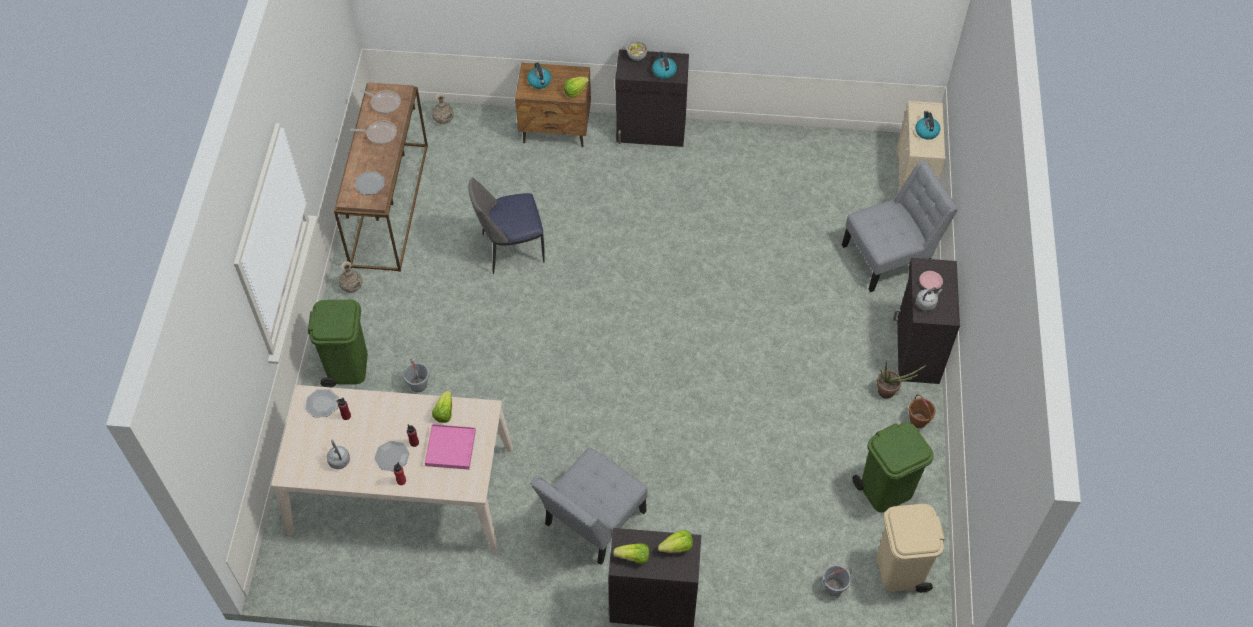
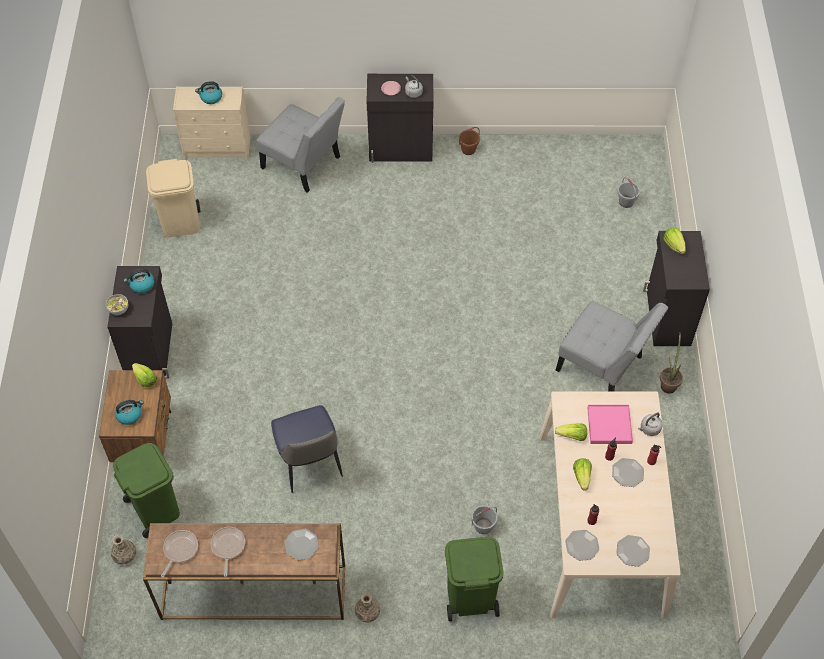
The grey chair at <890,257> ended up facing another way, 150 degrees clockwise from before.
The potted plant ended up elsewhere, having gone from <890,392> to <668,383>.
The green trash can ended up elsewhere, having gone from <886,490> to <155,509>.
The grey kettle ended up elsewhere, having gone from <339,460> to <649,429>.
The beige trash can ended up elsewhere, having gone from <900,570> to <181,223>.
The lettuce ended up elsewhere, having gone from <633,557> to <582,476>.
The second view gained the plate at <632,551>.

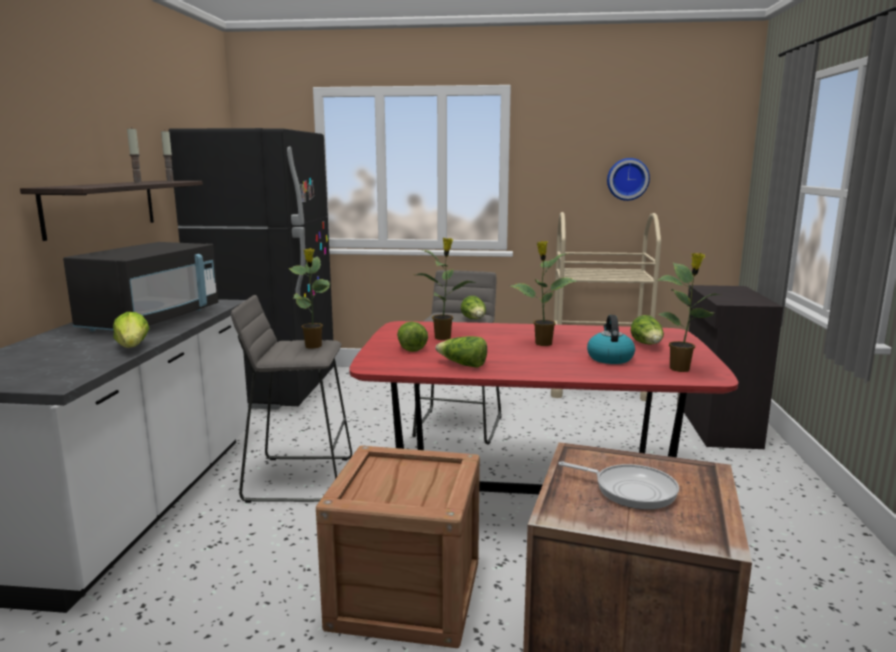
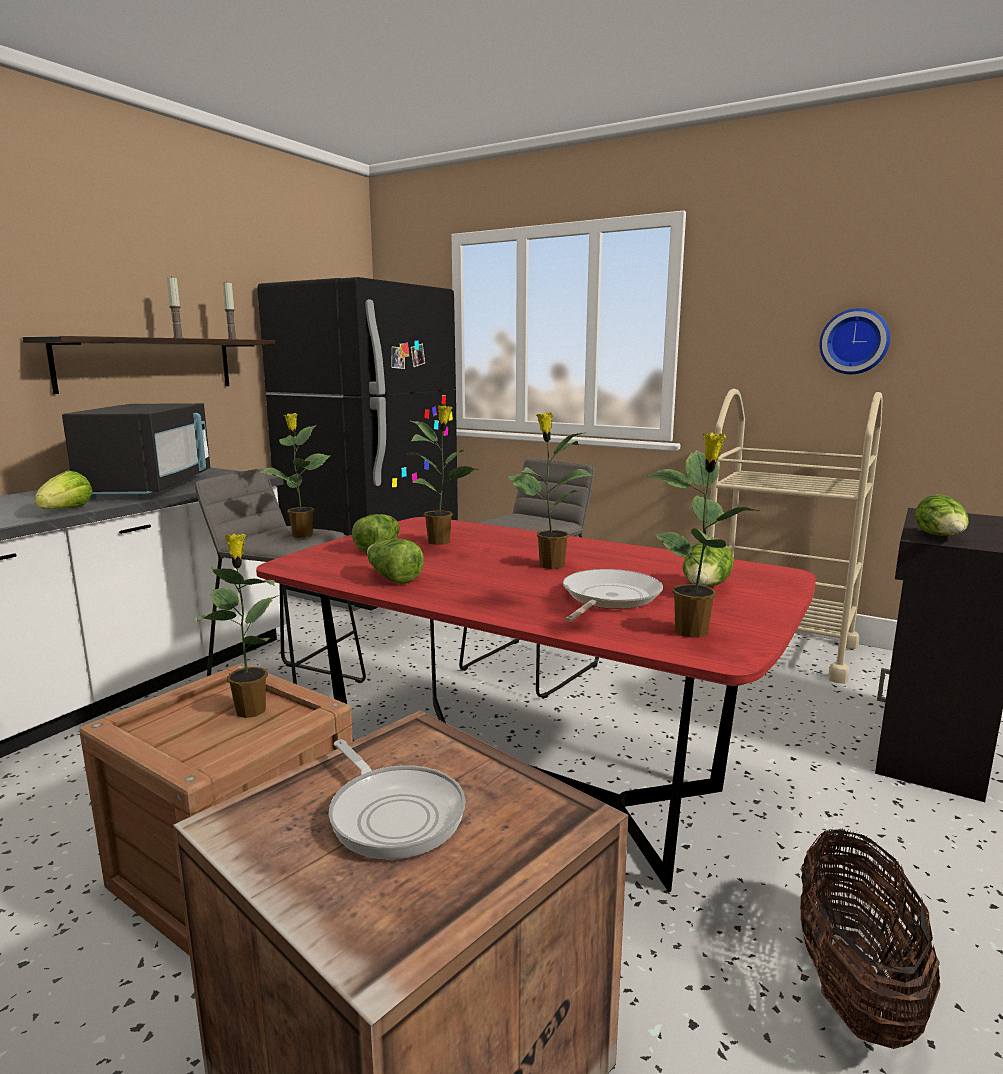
The black microwave at <152,320> ended up facing another way, 45 degrees counterclockwise from before.
The lettuce ended up elsewhere, having gone from <474,320> to <941,537>.
Where the kettle stood at <609,358>, the frying pan came to stand at <608,598>.
The second view gained the potted plant at <250,709>.
The second view gained the basket at <853,985>.

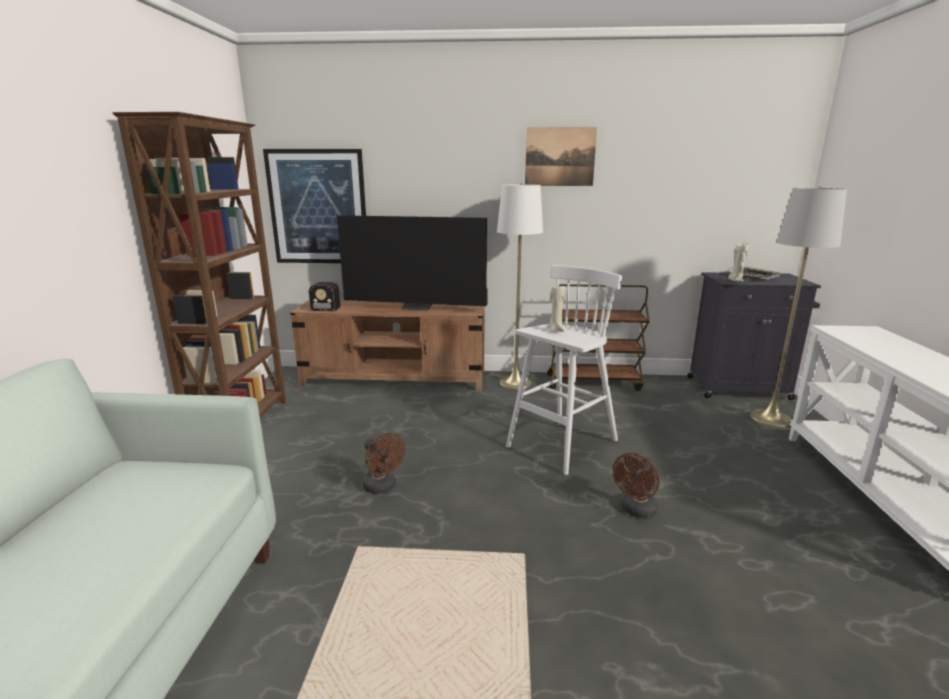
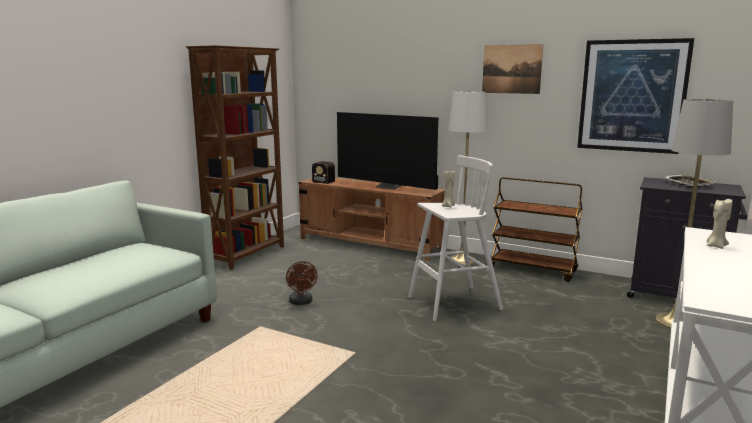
The picture ended up elsewhere, having gone from <318,207> to <632,96>.
The beige candle ended up elsewhere, having gone from <736,280> to <716,246>.
The second view lost the brown fan at <636,511>.

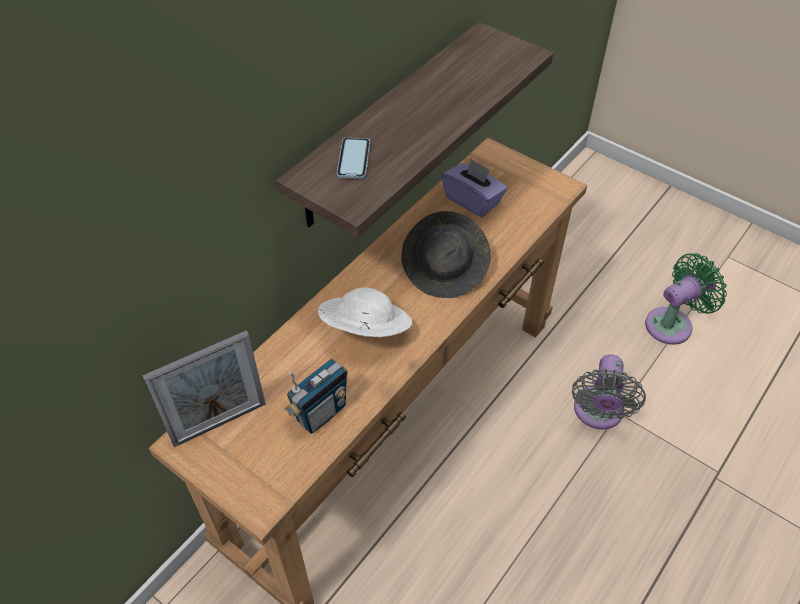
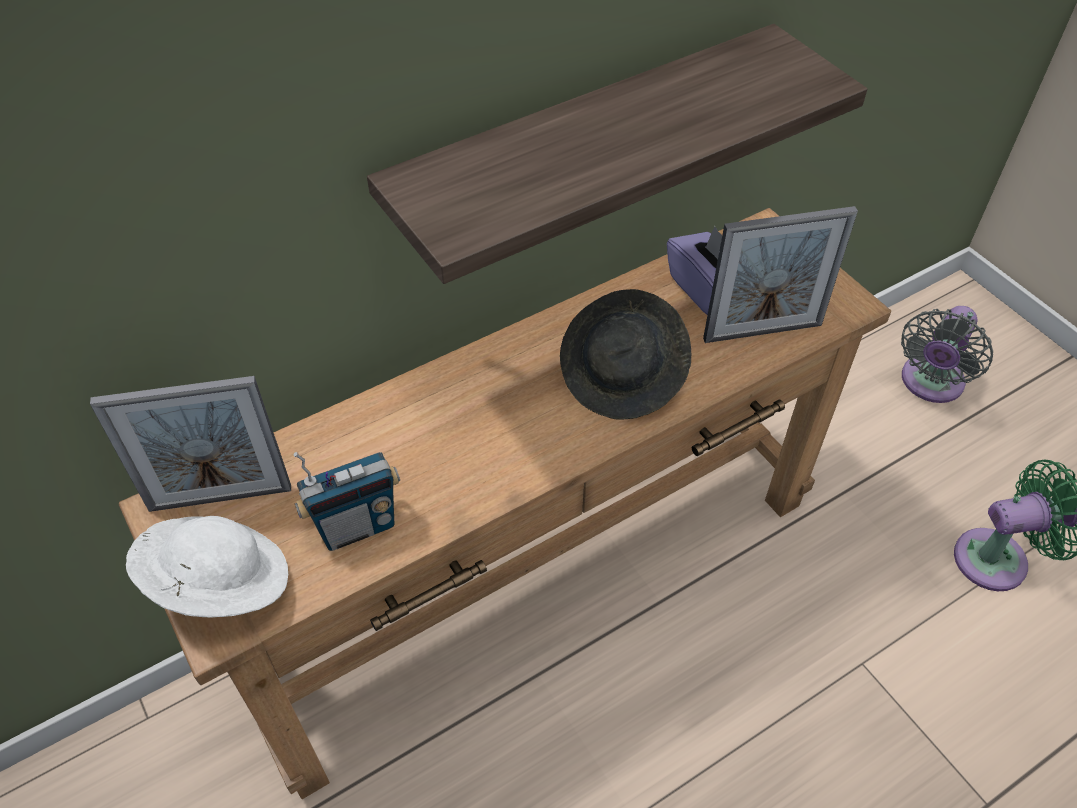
The second view lost the phone at <353,159>.
The white hat ended up elsewhere, having gone from <364,330> to <217,583>.
The grey fan ended up elsewhere, having gone from <597,413> to <929,384>.
The second view gained the picture frame at <762,332>.

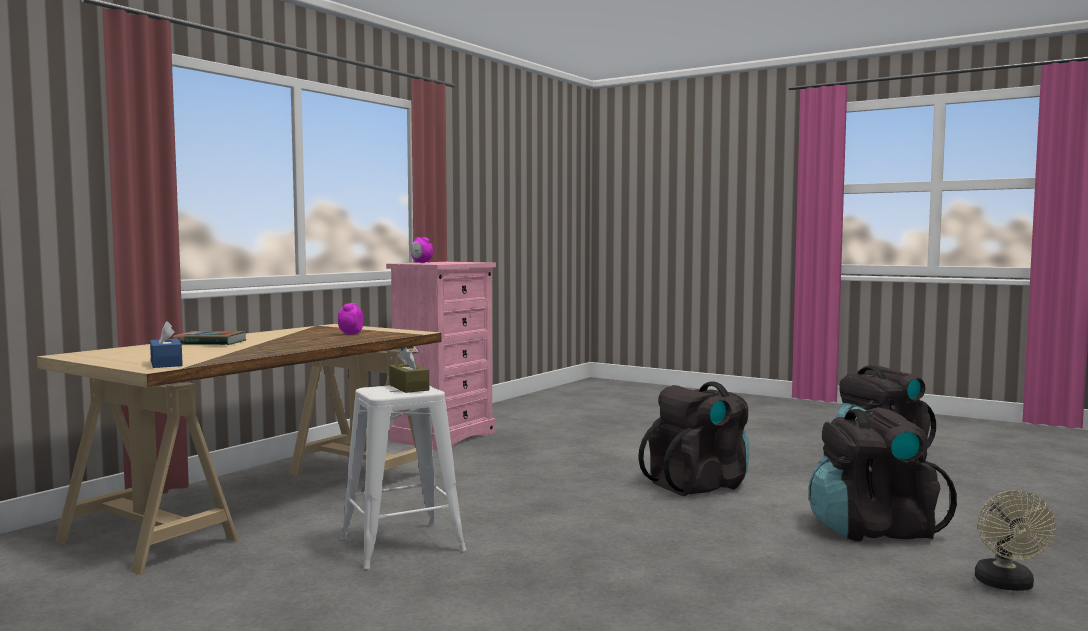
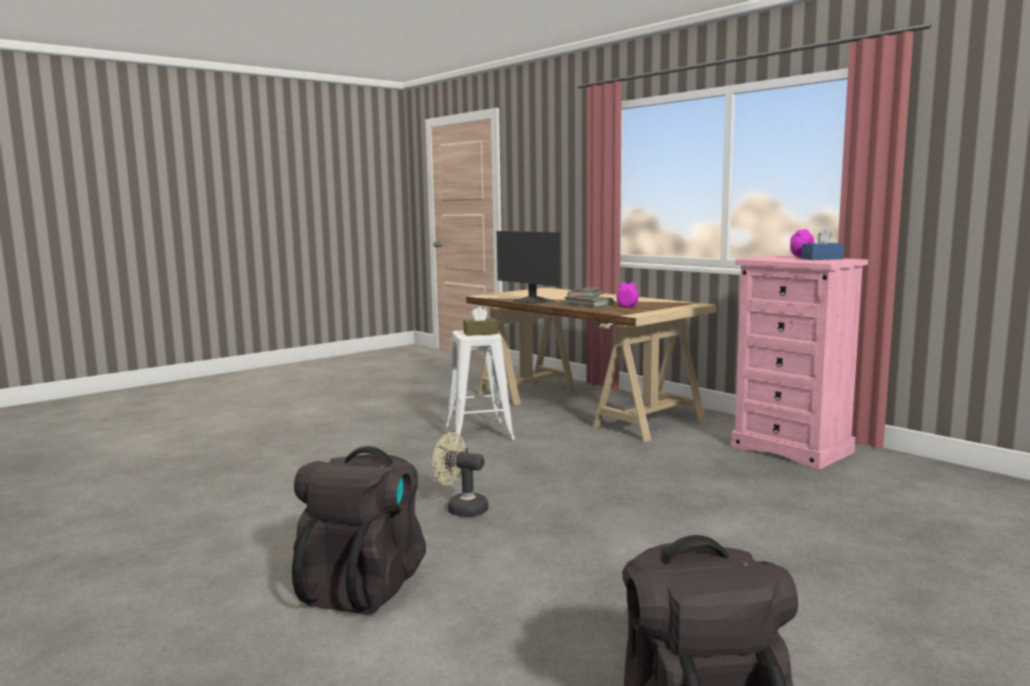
The blue tissue box ended up elsewhere, having gone from <166,363> to <822,259>.
The second view lost the black backpack at <699,485>.
The beige fan ended up elsewhere, having gone from <1007,585> to <461,509>.
The second view gained the monitor at <532,301>.
The second view gained the book at <588,304>.

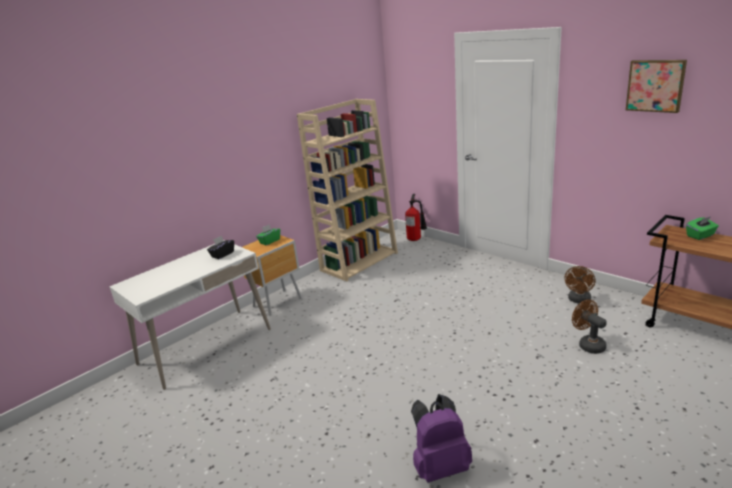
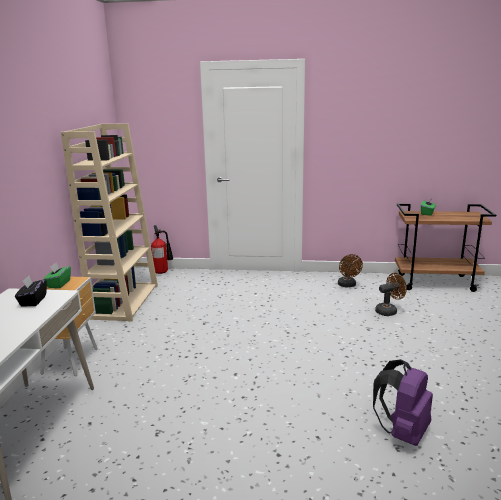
The second view lost the picture at <655,85>.
The brown fan at <588,344> ended up facing another way, 135 degrees clockwise from before.

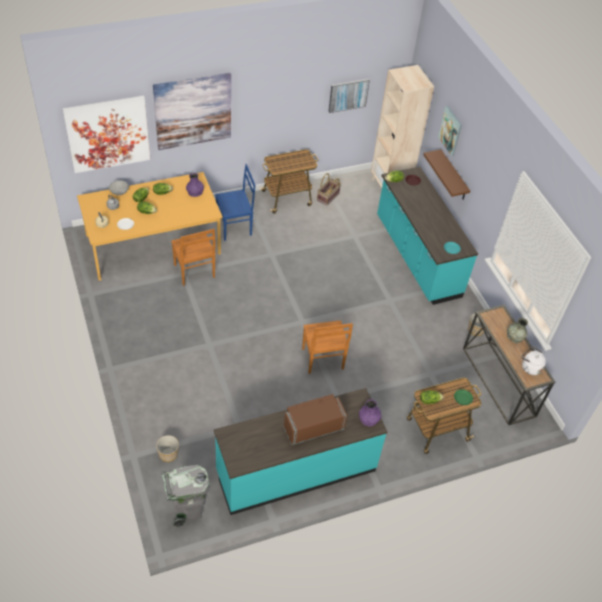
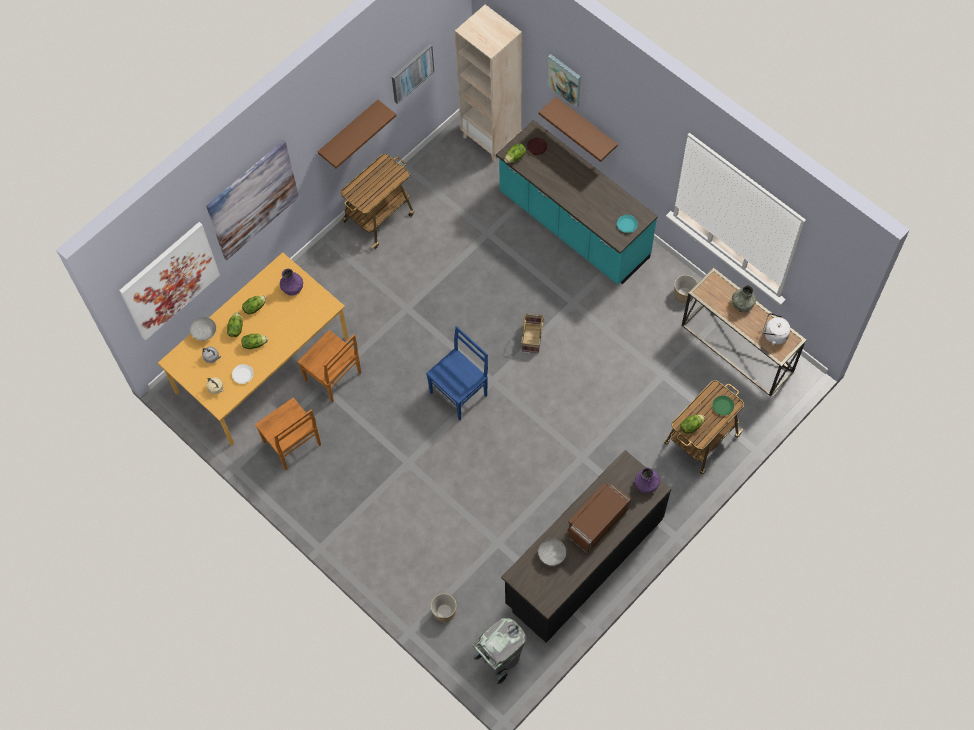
The blue chair ended up elsewhere, having gone from <235,227> to <460,393>.
The basket ended up elsewhere, having gone from <328,197> to <532,338>.
The brown chair ended up elsewhere, having gone from <322,360> to <293,445>.
What was the turquoise counter at <296,470> turned into the black counter at <583,561>.
The second view gained the brown shelf at <349,131>.
The second view gained the grey bowl at <552,555>.

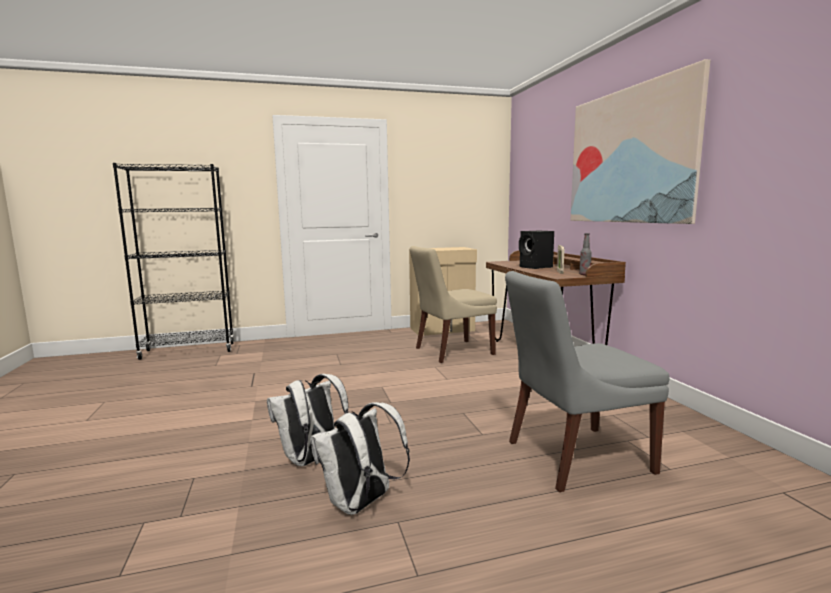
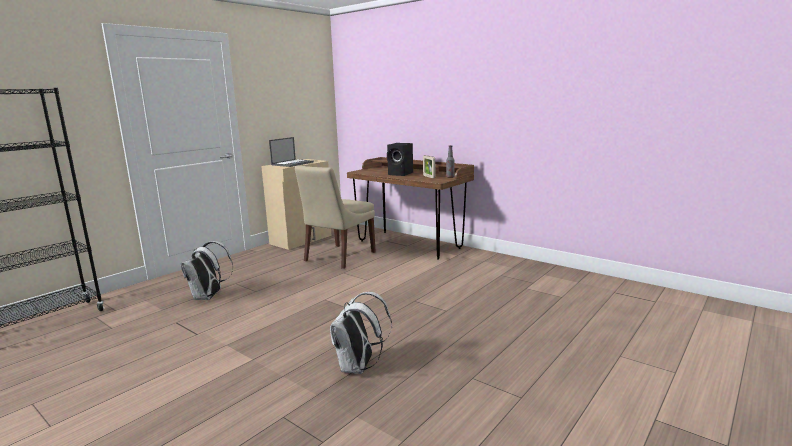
The second view lost the picture at <629,156>.
The second view lost the grey chair at <574,457>.
The white backpack ended up elsewhere, having gone from <361,504> to <209,297>.
The second view gained the laptop at <293,163>.

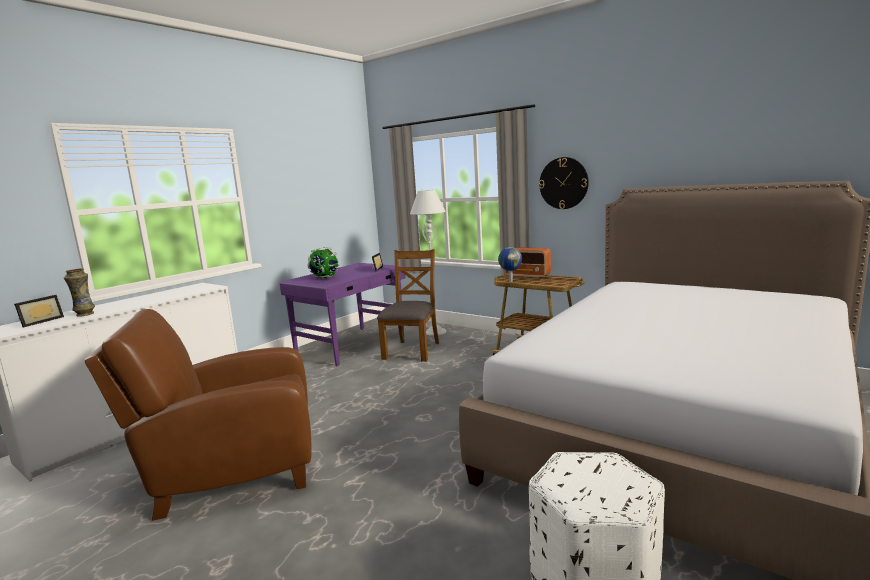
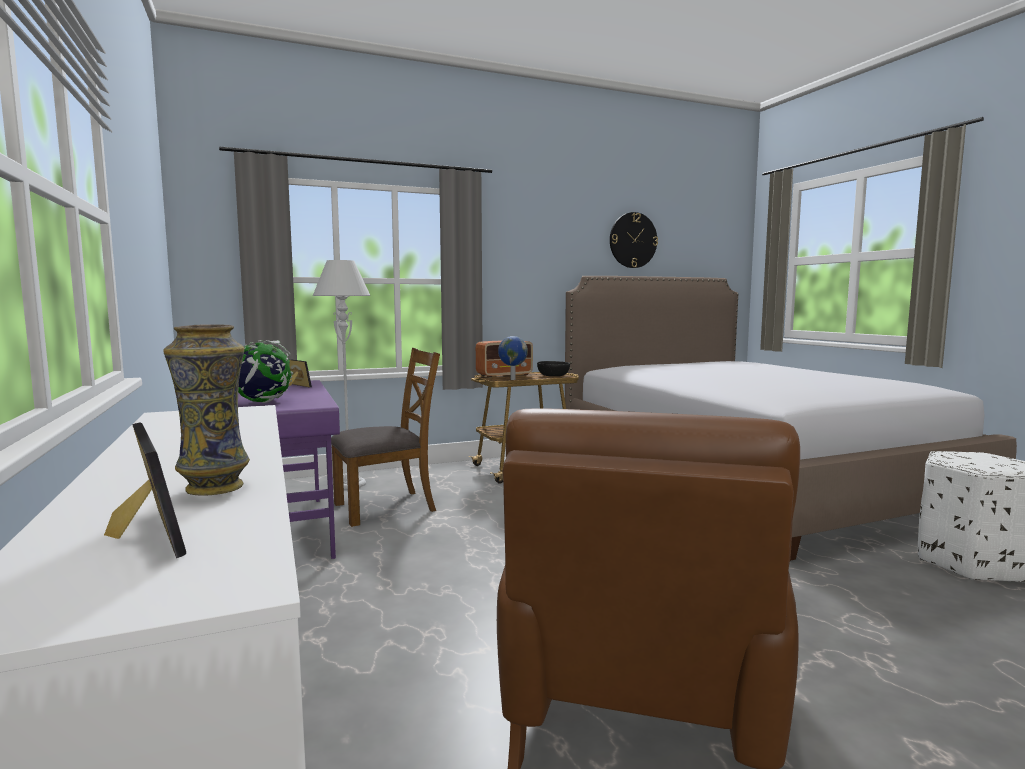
The wall clock ended up elsewhere, having gone from <563,183> to <633,240>.
The brown chair at <412,350> ended up facing another way, 105 degrees clockwise from before.
The second view gained the black bowl at <553,375>.

